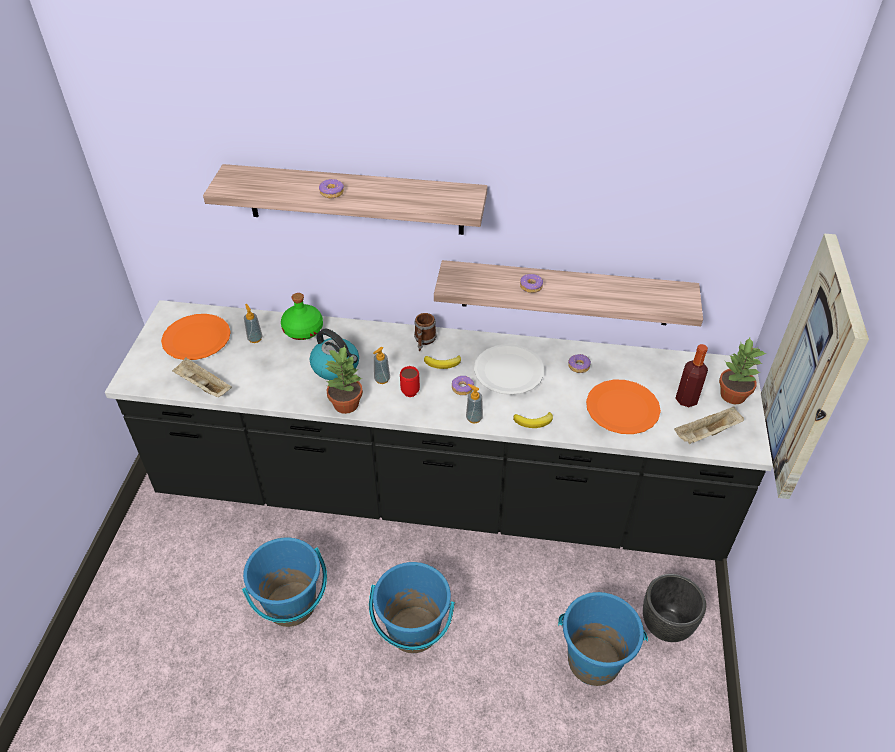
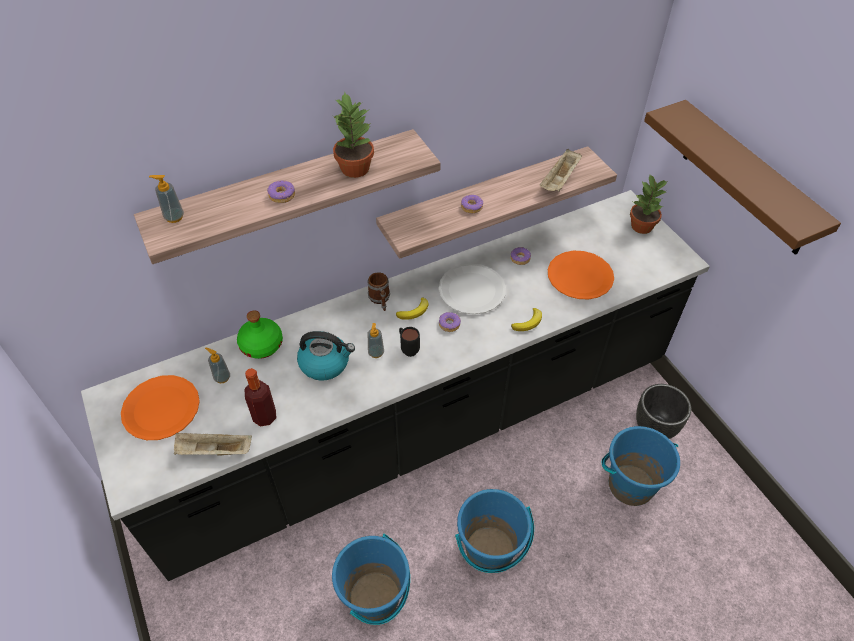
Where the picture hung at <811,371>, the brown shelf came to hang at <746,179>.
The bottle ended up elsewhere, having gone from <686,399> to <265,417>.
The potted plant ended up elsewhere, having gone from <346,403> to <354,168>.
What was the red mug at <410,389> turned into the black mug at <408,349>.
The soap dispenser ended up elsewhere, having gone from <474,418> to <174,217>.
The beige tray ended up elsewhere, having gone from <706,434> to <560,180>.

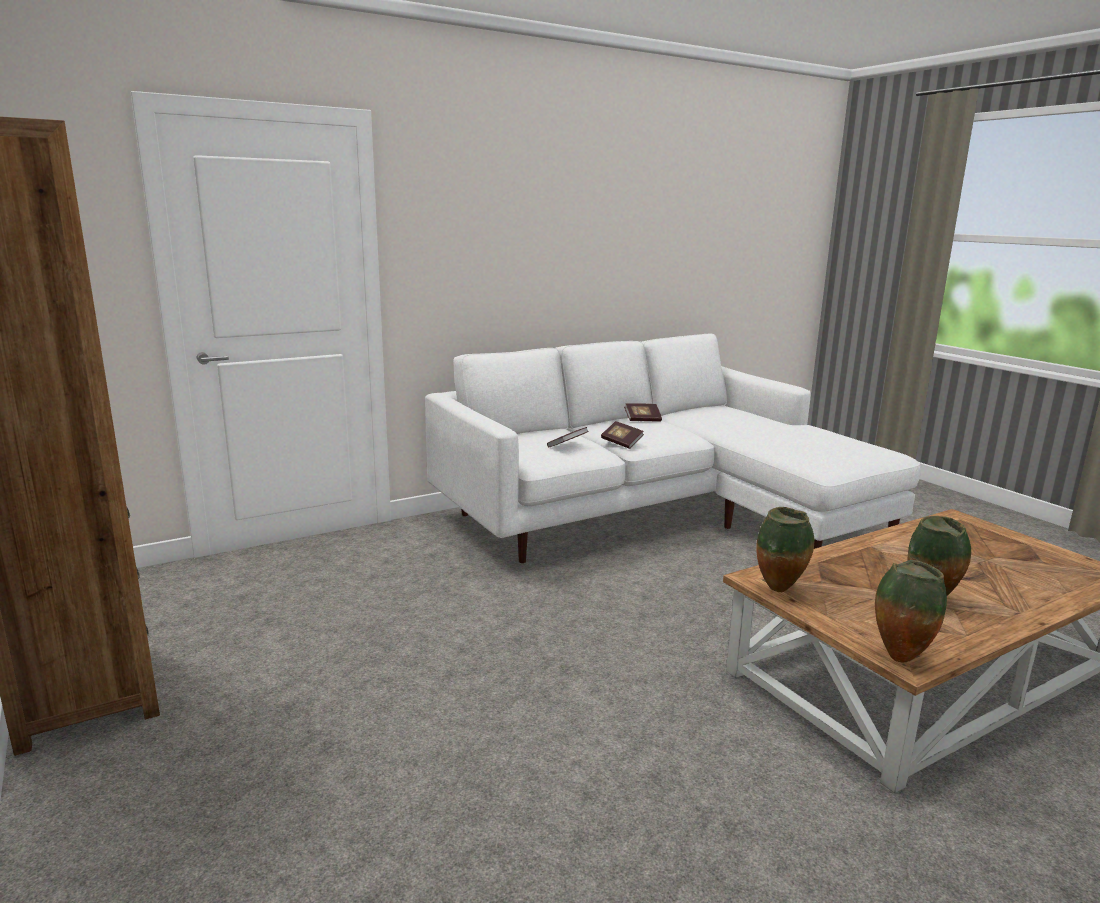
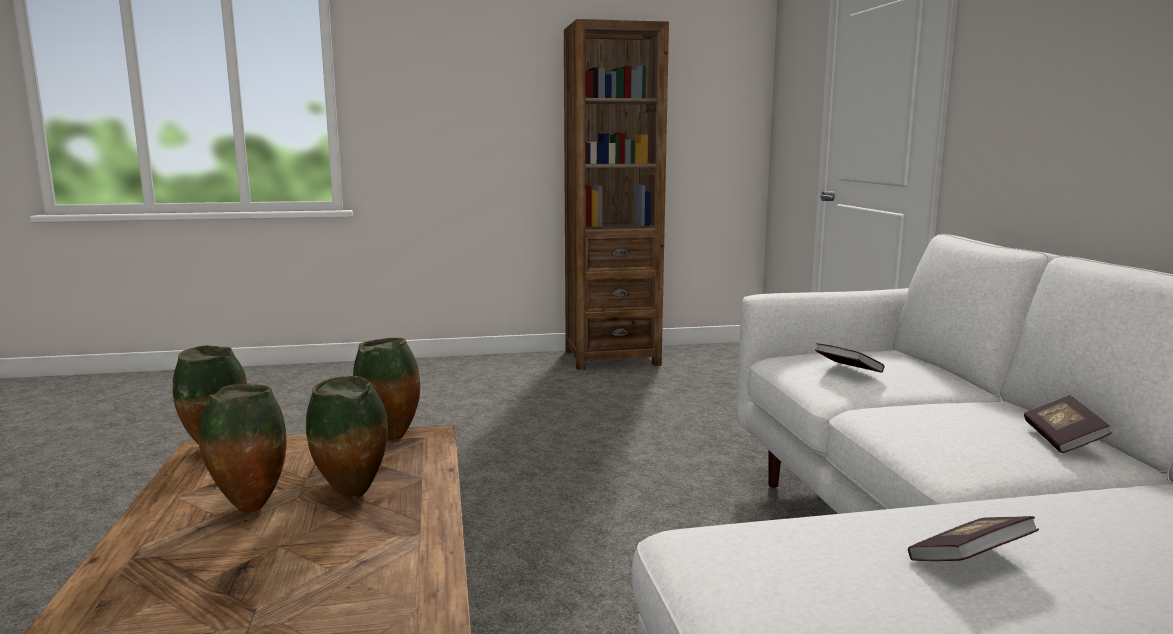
The book ended up elsewhere, having gone from <621,443> to <969,561>.
The second view gained the vase at <353,497>.

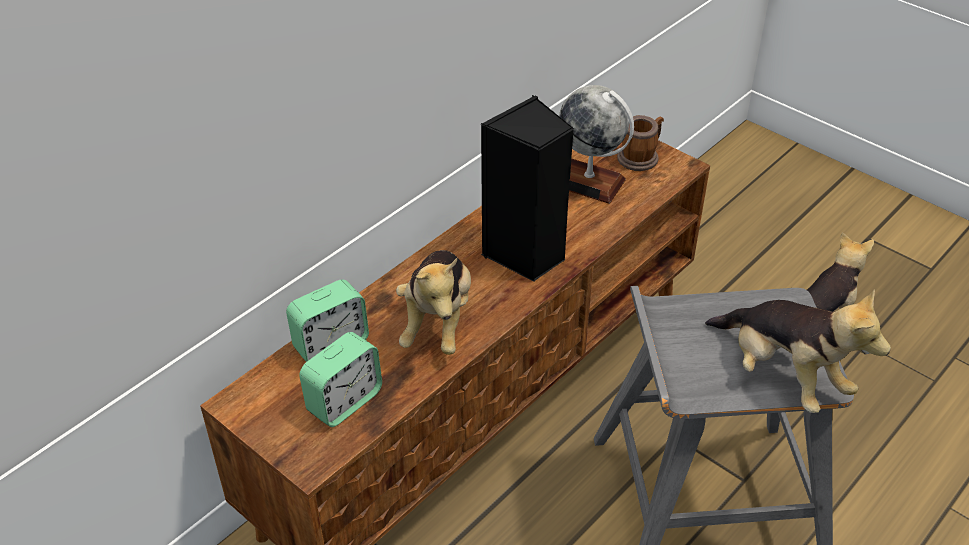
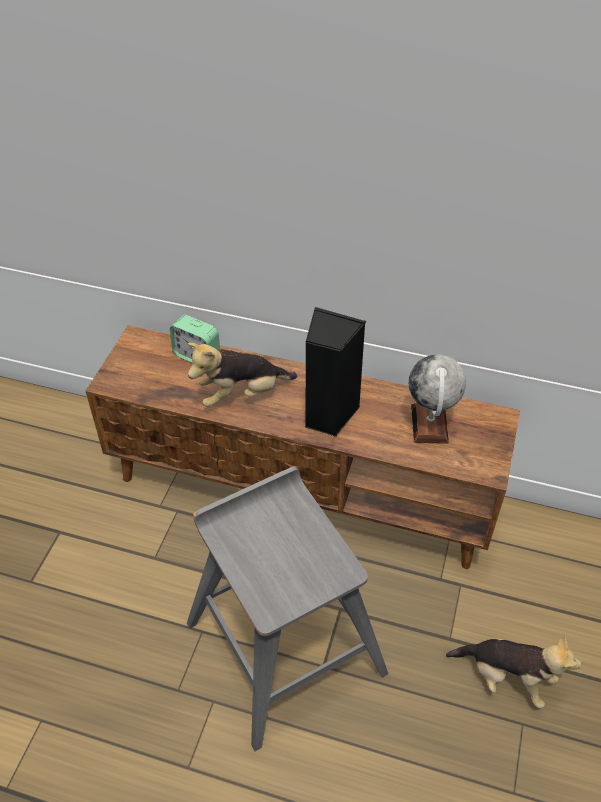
The second view lost the mug at <641,157>.
The second view lost the plush toy at <782,375>.
The second view lost the alarm clock at <344,401>.

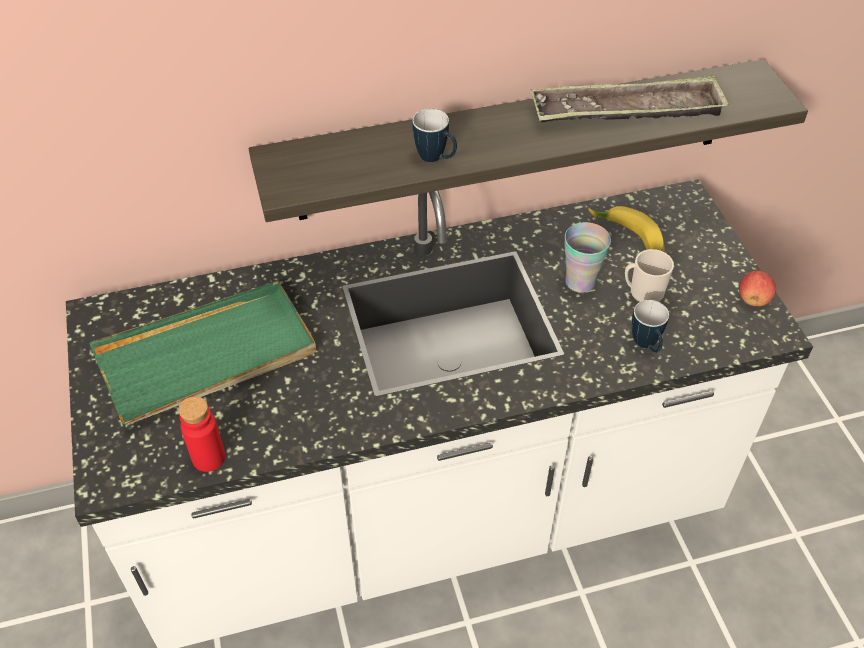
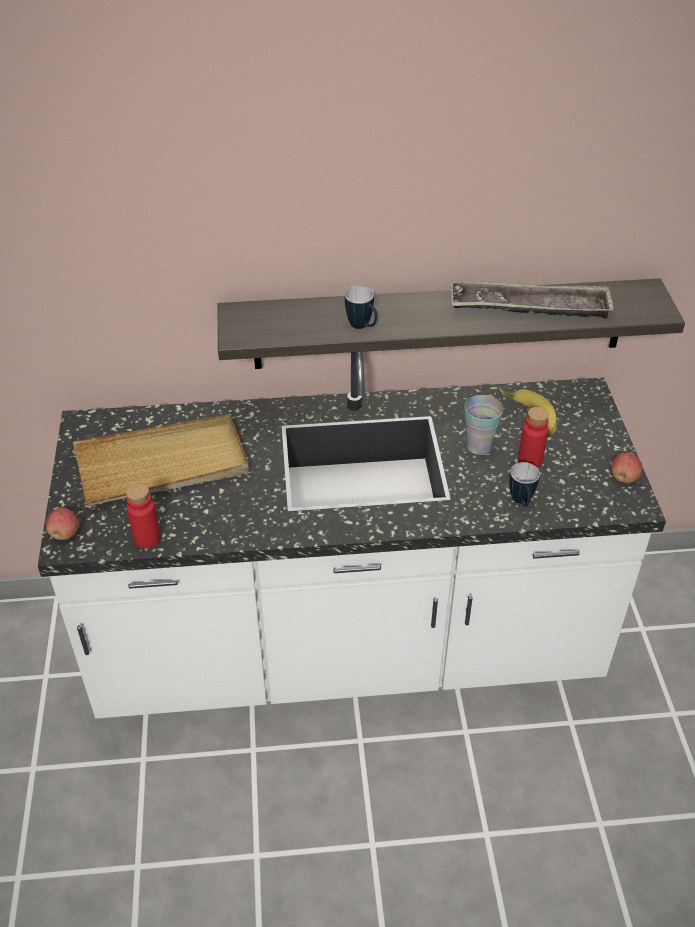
Where the mug stood at <642,292>, the red bottle came to stand at <530,461>.
What was the green tray at <207,356> turned into the beige tray at <162,465>.
The second view gained the apple at <65,533>.

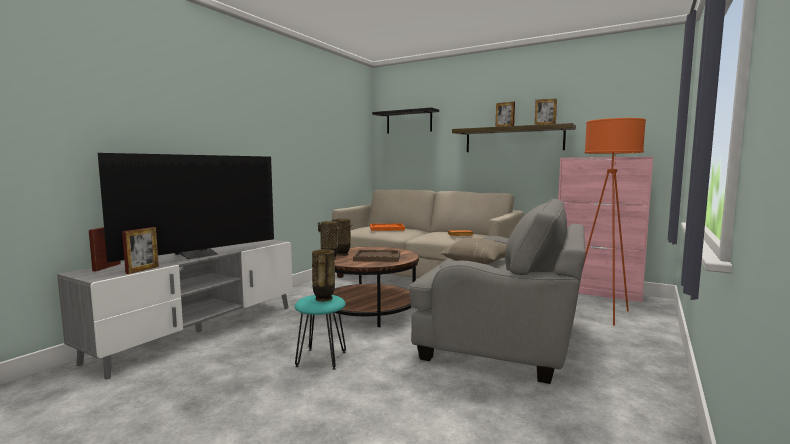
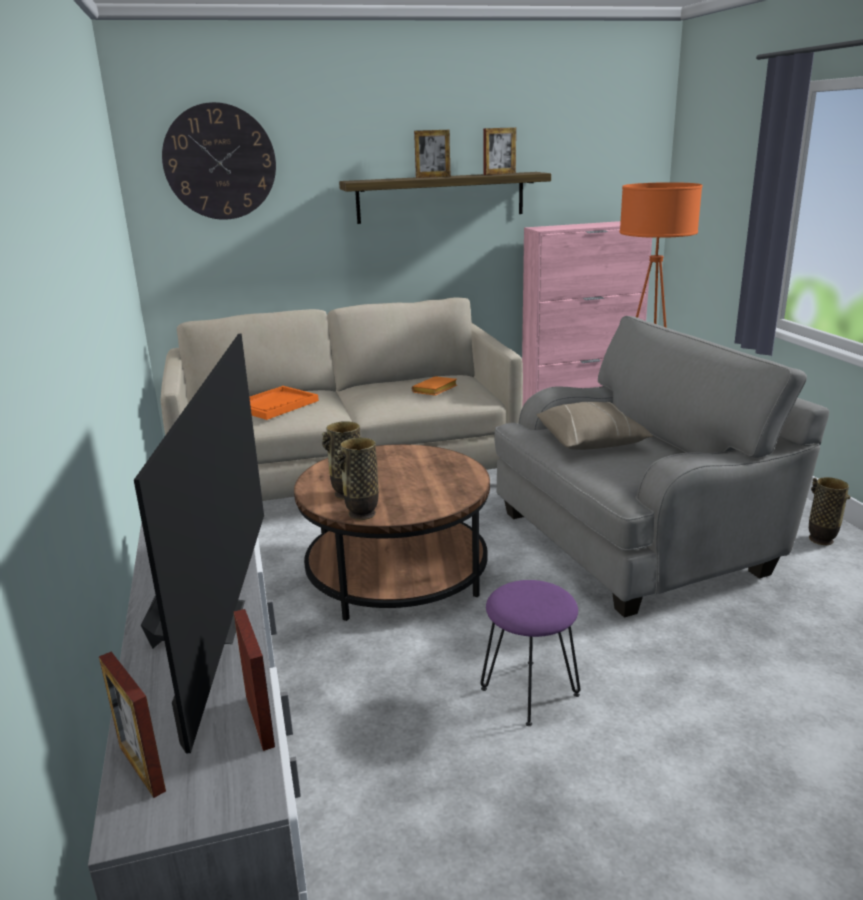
Where the black shelf hung at <409,122>, the wall clock came to hang at <220,162>.
The vase ended up elsewhere, having gone from <324,299> to <821,540>.
The second view lost the brown tray at <377,257>.
What was the turquoise stool at <321,358> turned into the purple stool at <529,691>.

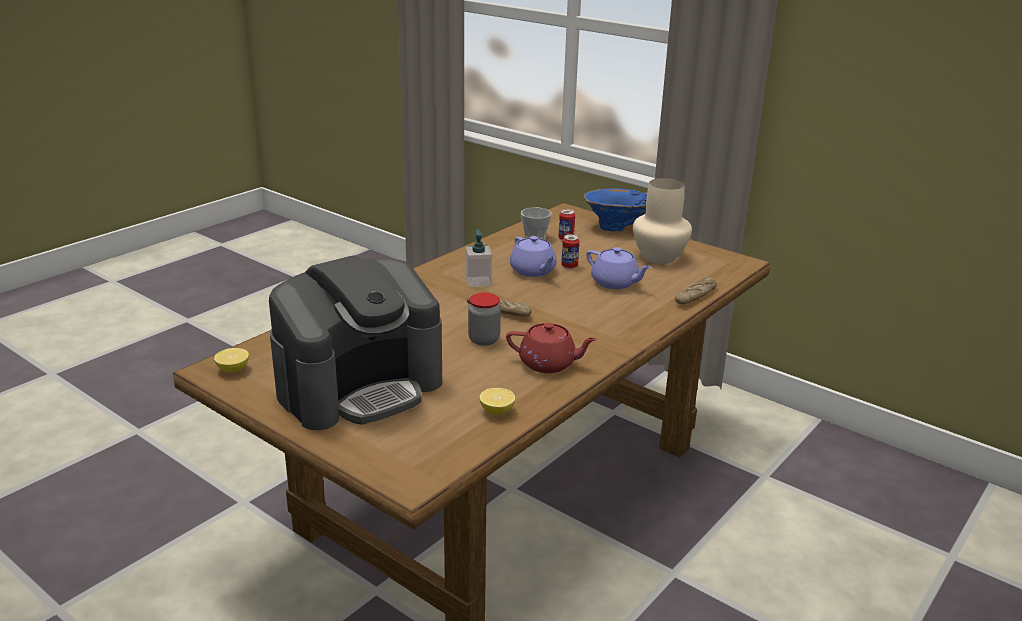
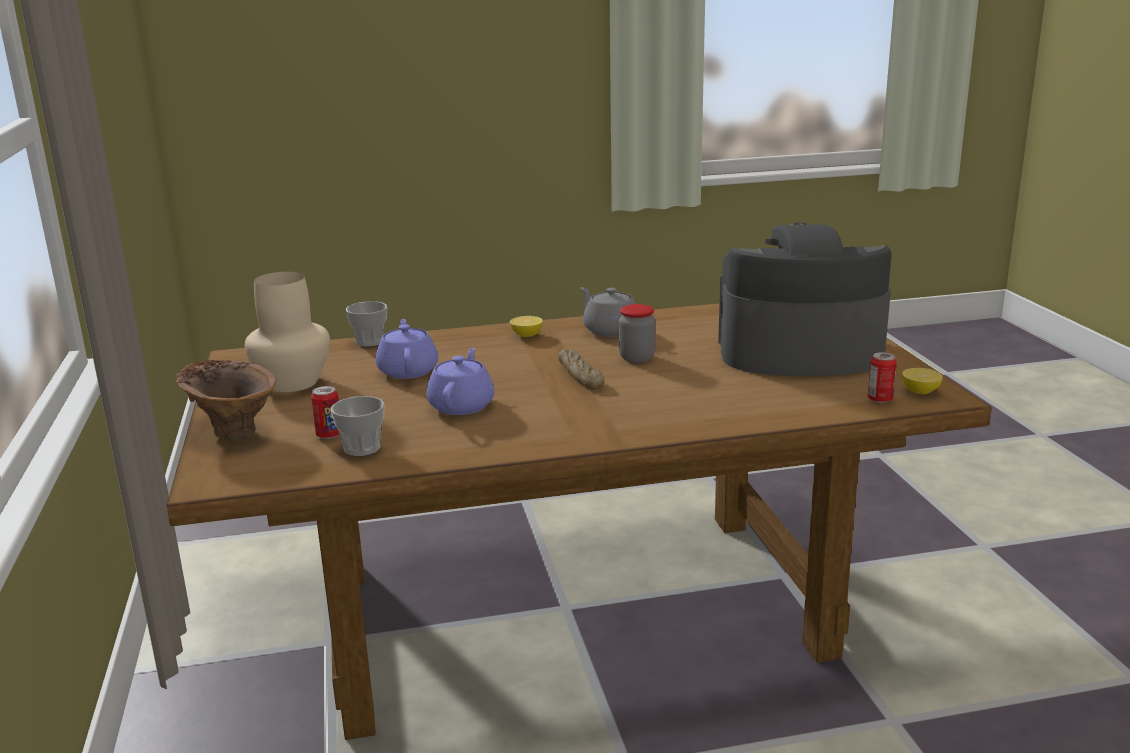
What was the blue vase at <617,229> turned into the brown vase at <233,429>.
The second view lost the soap dispenser at <478,282>.
The can ended up elsewhere, having gone from <569,266> to <880,399>.
Where the bread stood at <695,296>, the cup came to stand at <370,342>.
What was the red teapot at <549,364> turned into the grey teapot at <610,330>.
The lemon ended up elsewhere, having gone from <497,411> to <526,335>.

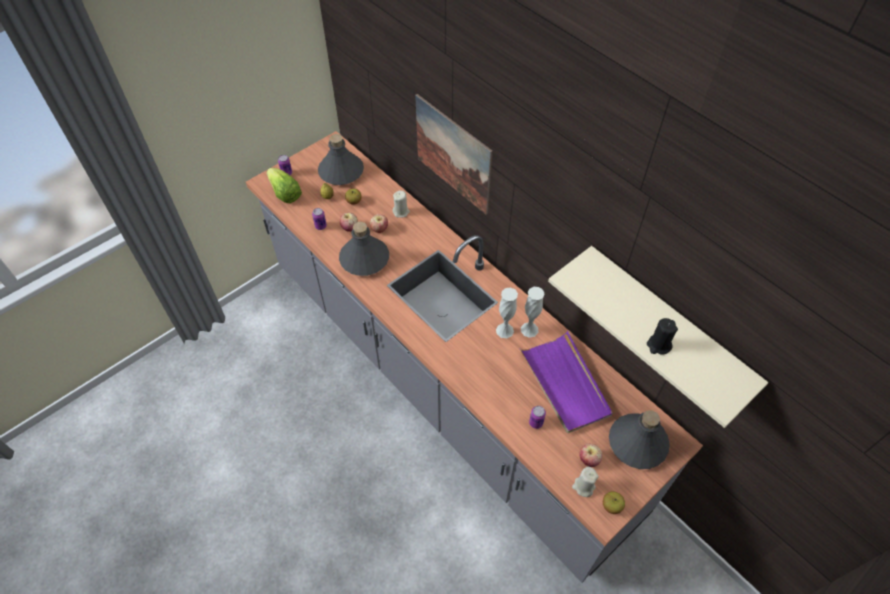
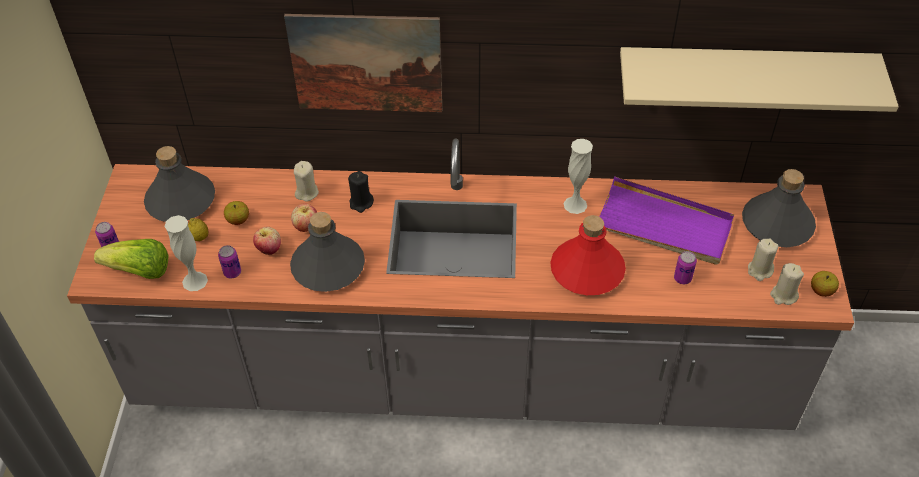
The white vase ended up elsewhere, having gone from <504,330> to <195,281>.
The black candle ended up elsewhere, having gone from <658,345> to <361,203>.
Where the apple stood at <588,459>, the beige candle came to stand at <760,270>.
The second view gained the red bottle at <587,270>.

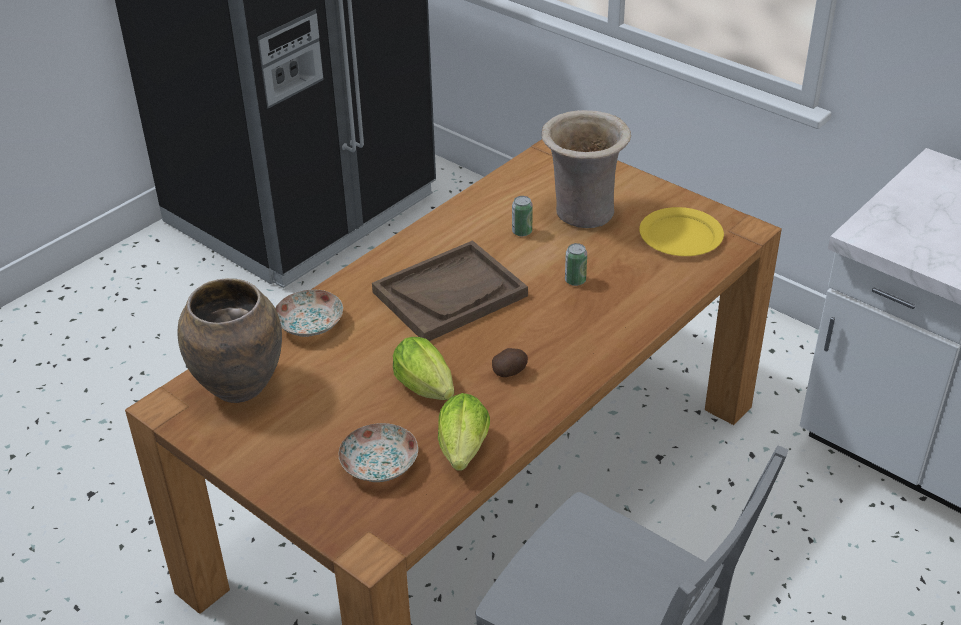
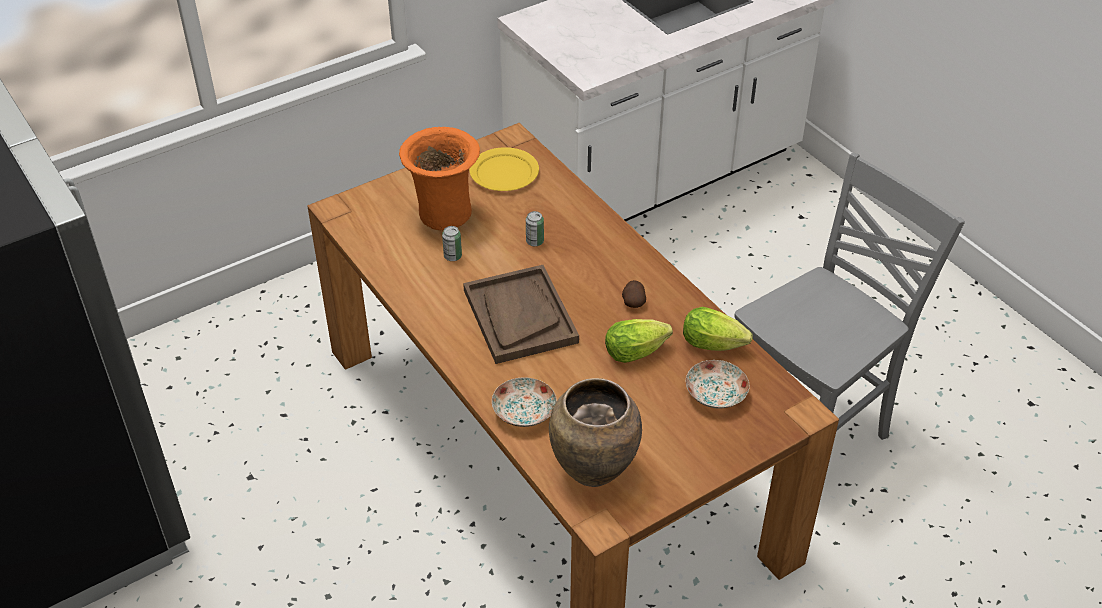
What was the beige vase at <581,213> turned into the orange vase at <444,217>.

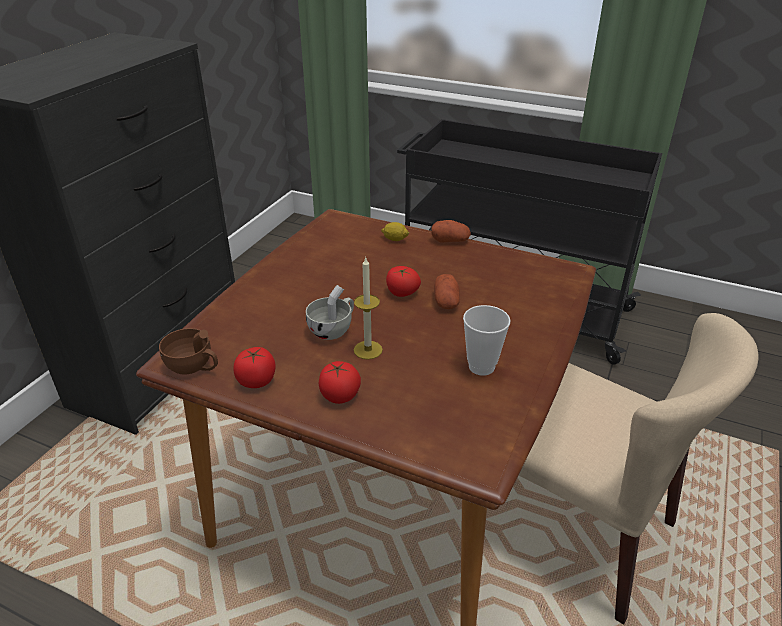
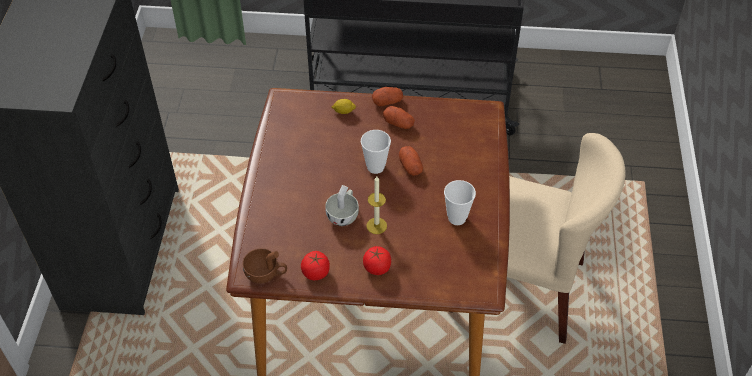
Where the tomato stood at <402,293>, the cup came to stand at <375,167>.
The second view gained the potato at <398,123>.

